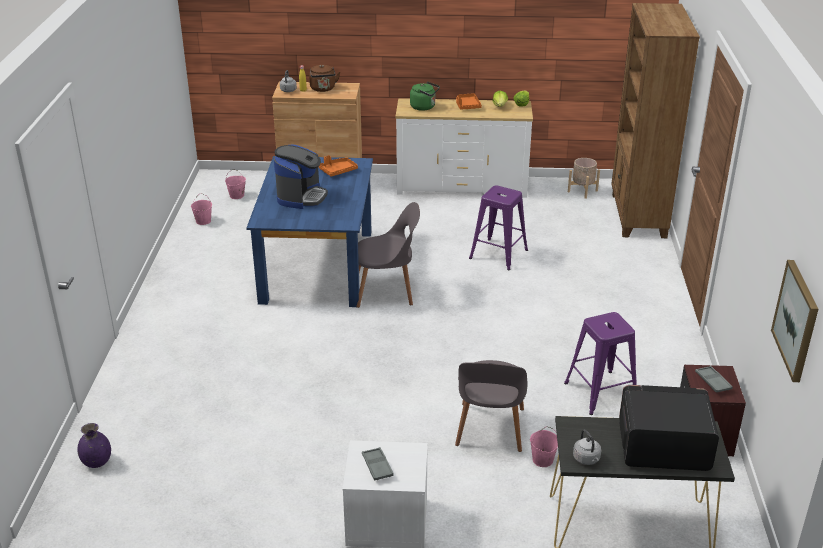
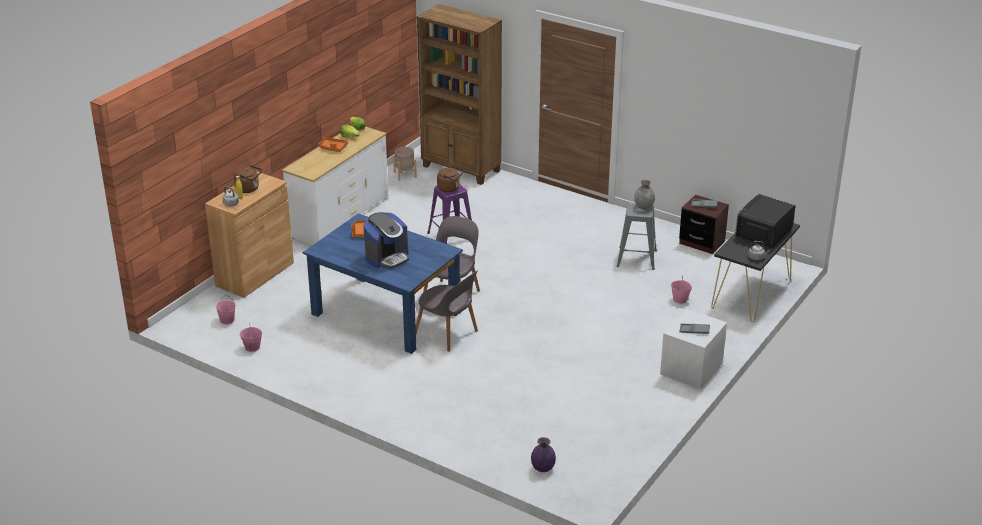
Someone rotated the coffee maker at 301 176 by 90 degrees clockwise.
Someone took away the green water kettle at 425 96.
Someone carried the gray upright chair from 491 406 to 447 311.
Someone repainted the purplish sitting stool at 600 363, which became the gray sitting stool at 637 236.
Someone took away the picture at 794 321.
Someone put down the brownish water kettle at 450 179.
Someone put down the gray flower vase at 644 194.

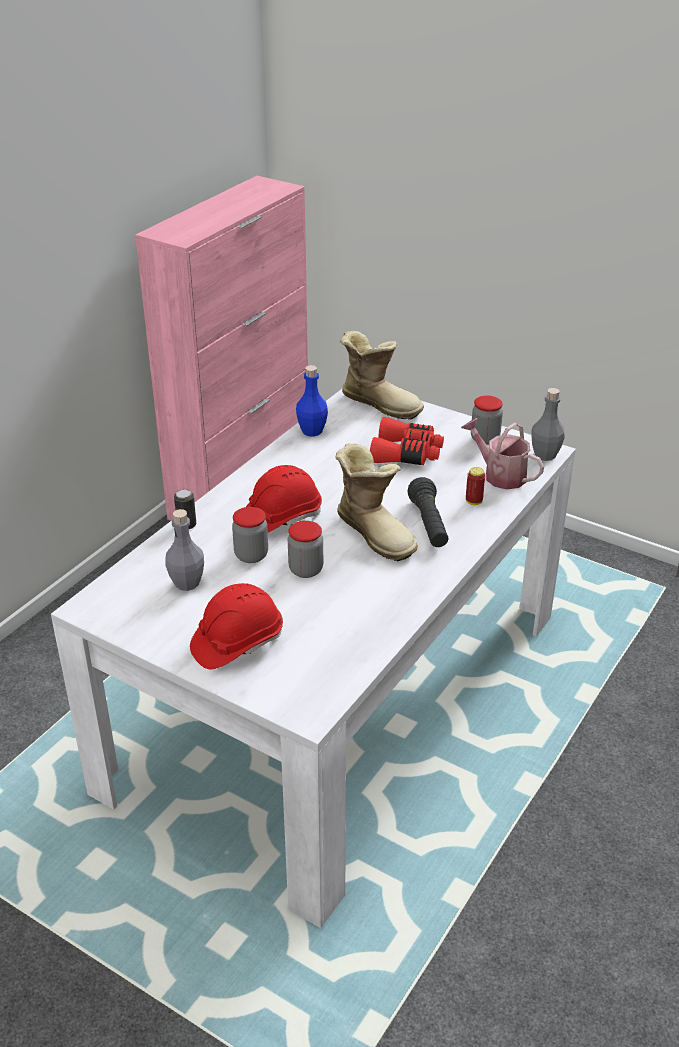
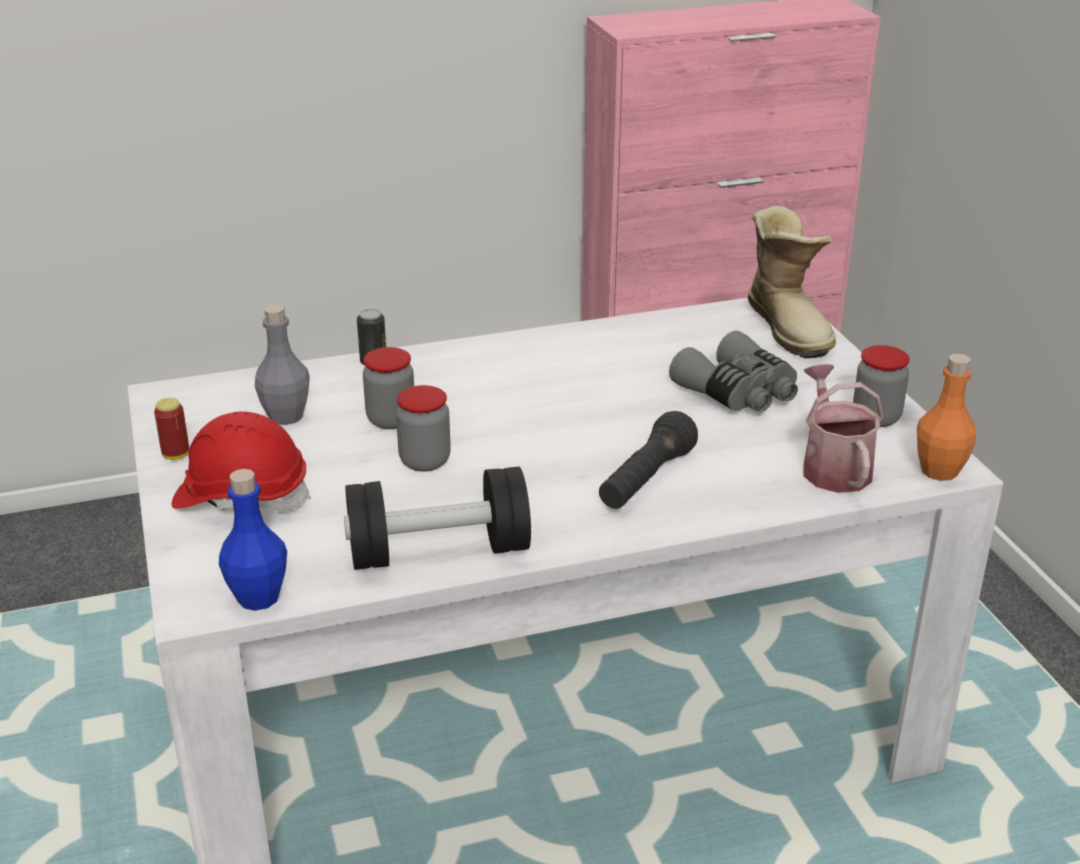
Someone took away the red work helmet at 284 498.
Someone carried the blue bottle from 312 401 to 253 540.
Someone took away the high-top boot at 376 502.
Someone repainted the red pair of binoculars at 407 441, which became the gray pair of binoculars at 733 371.
Someone carried the sealed can from 475 486 to 171 429.
Someone repainted the gray bottle at 548 424, which became the orangey bottle at 946 417.
Someone put down the black free weight at 437 518.

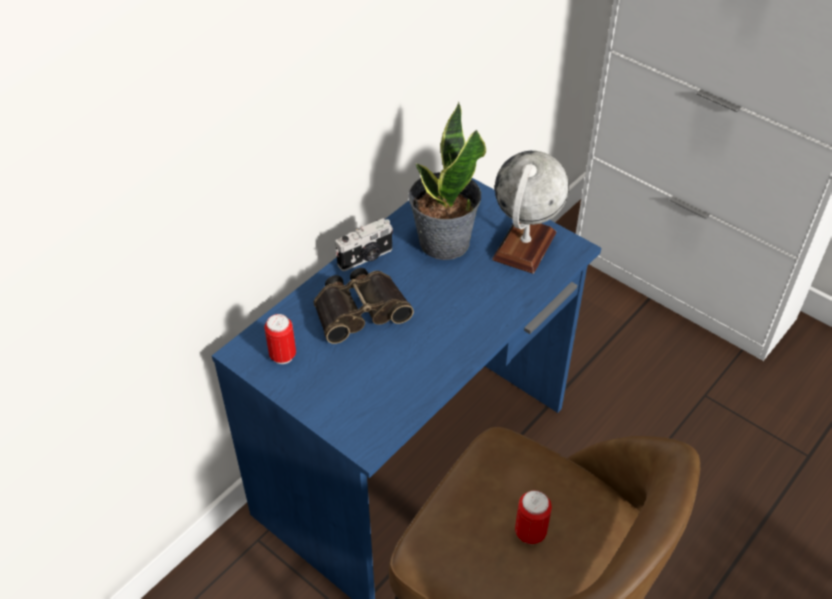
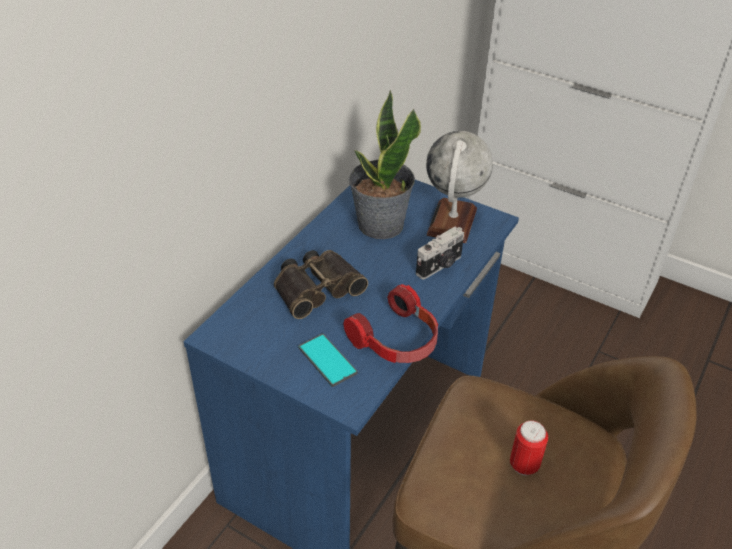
Someone took away the sealed can at 280 339.
Someone carried the still camera from 364 244 to 440 253.
Someone put down the telephone at 327 360.
Someone put down the headphones at 390 323.

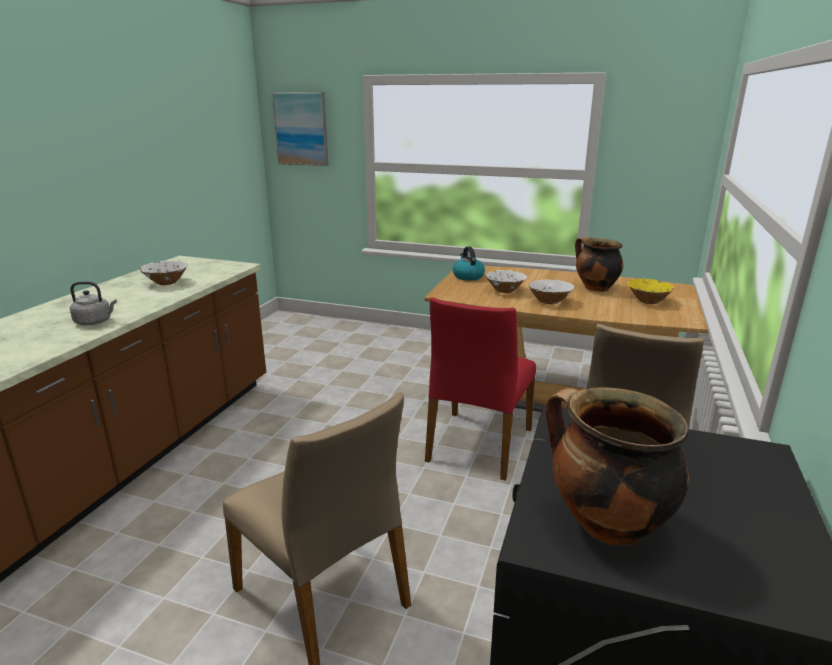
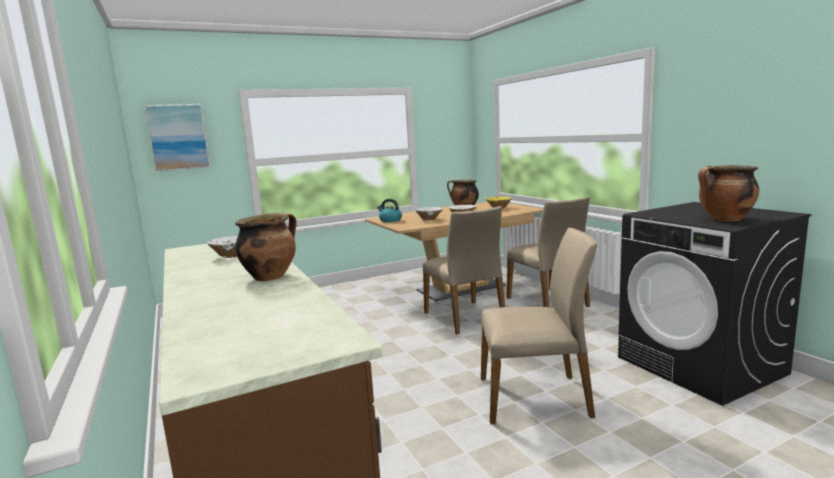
Someone swapped the gray water kettle at 93 303 for the stockpot at 266 246.
Someone repainted the red upright chair at 480 388, which became the sand-coloured upright chair at 464 270.

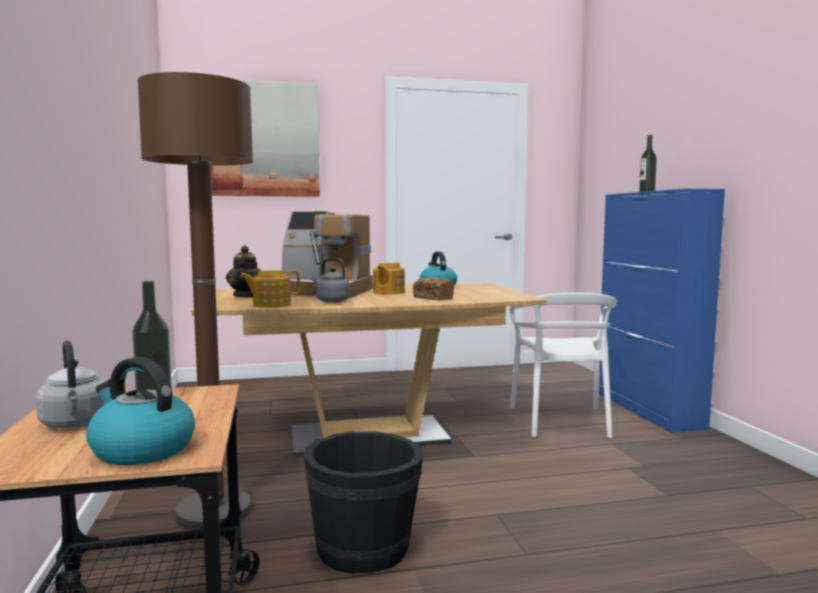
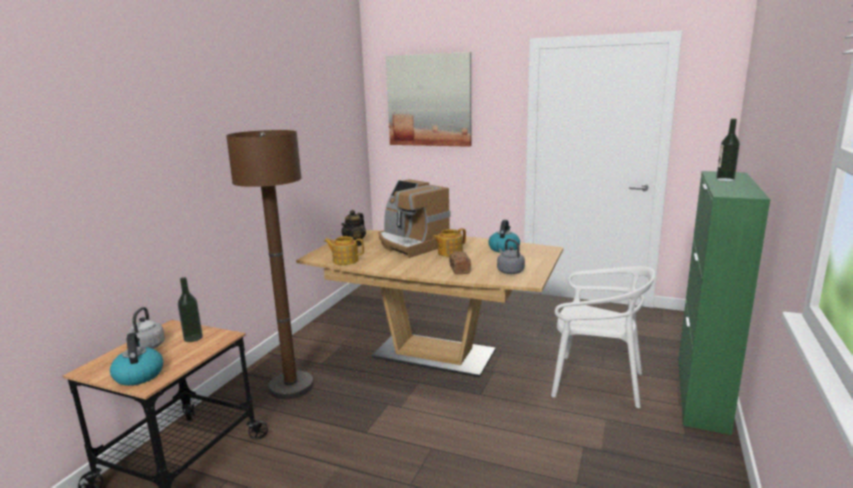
Someone took away the black pail at 363 502.
Someone carried the gray water kettle from 331 280 to 511 256.
Someone rotated the white-coloured upright chair at 563 365 by 105 degrees counterclockwise.
Someone repainted the blue cabinet at 662 311, which became the green cabinet at 724 303.

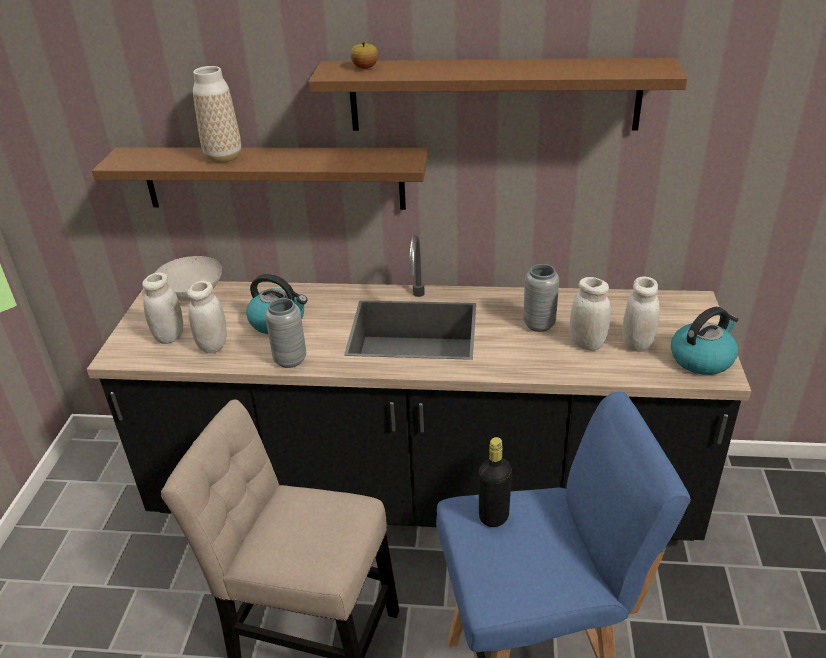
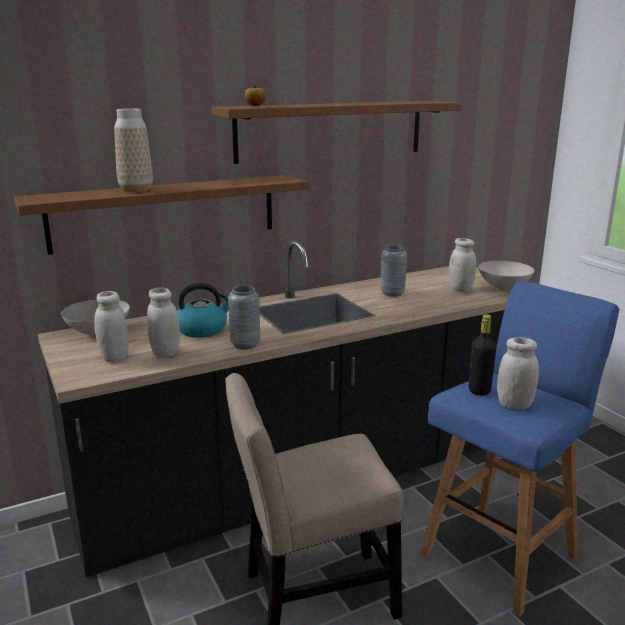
Someone carried the white-coloured jar from 590 314 to 518 373.
Someone swapped the water kettle at 705 341 for the white-coloured bowl at 506 275.

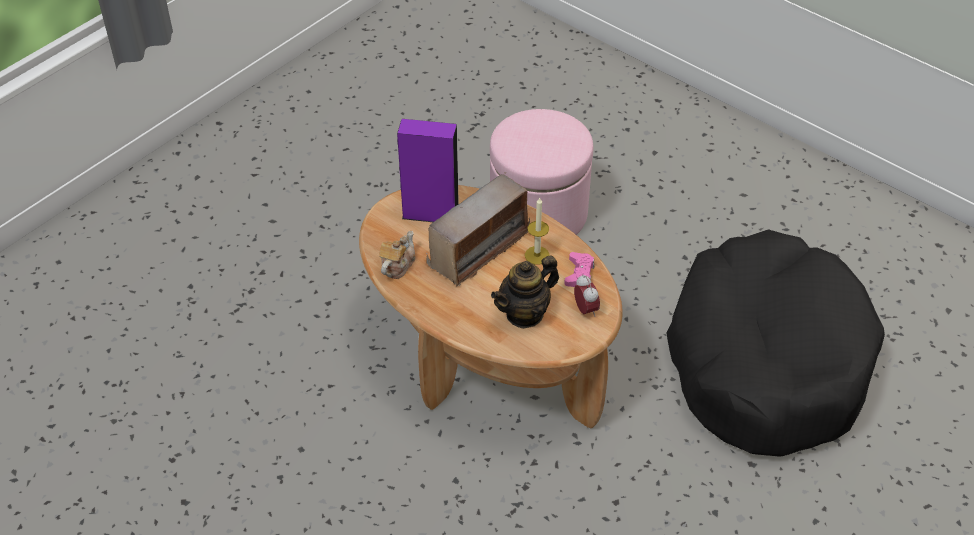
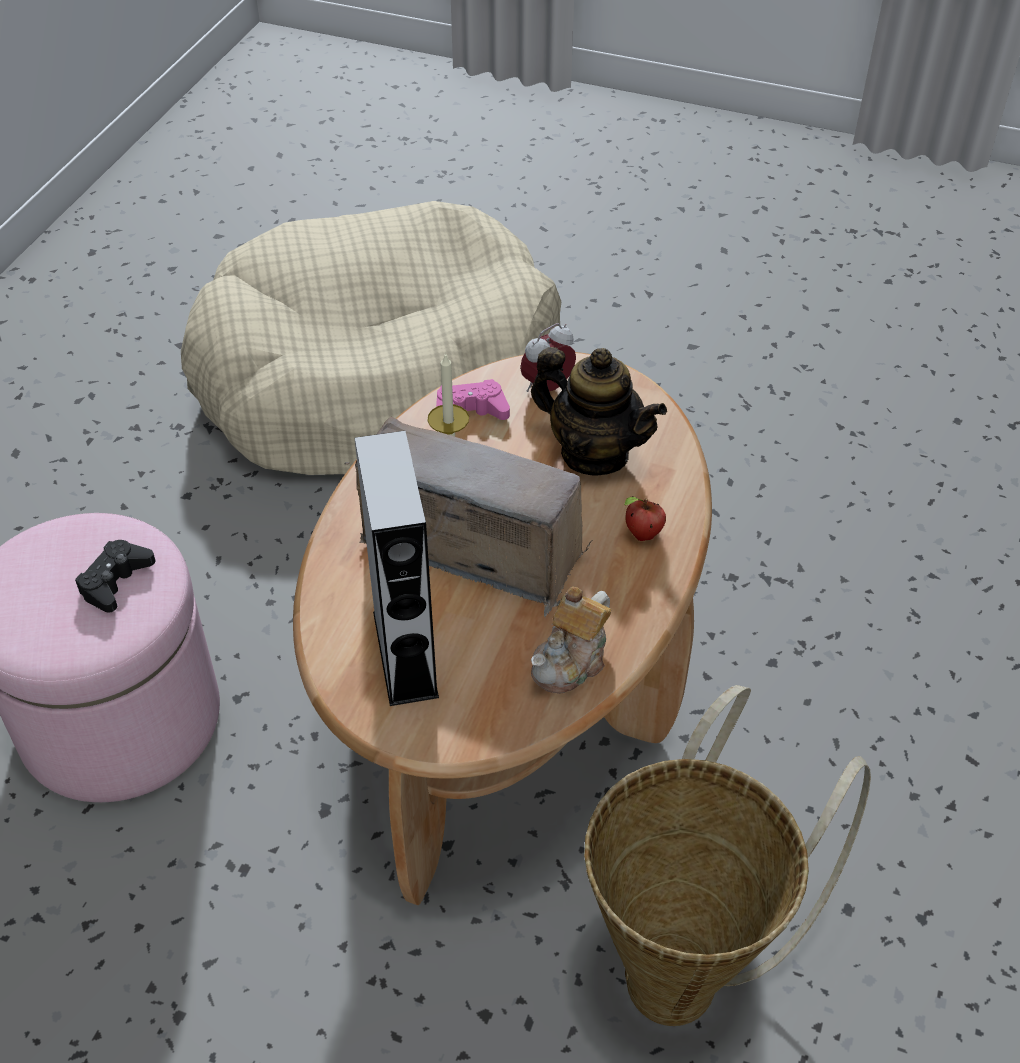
Someone rotated the pot for tea at 397 255 by 60 degrees counterclockwise.
Someone repainted the purplish speaker at 428 170, which became the gray speaker at 396 568.
Someone repainted the black pet bed at 775 343, which became the sand-coloured pet bed at 371 338.
Someone put down the black game controller at 115 576.
Someone put down the storage basket at 727 855.
Someone put down the whole apple at 645 518.

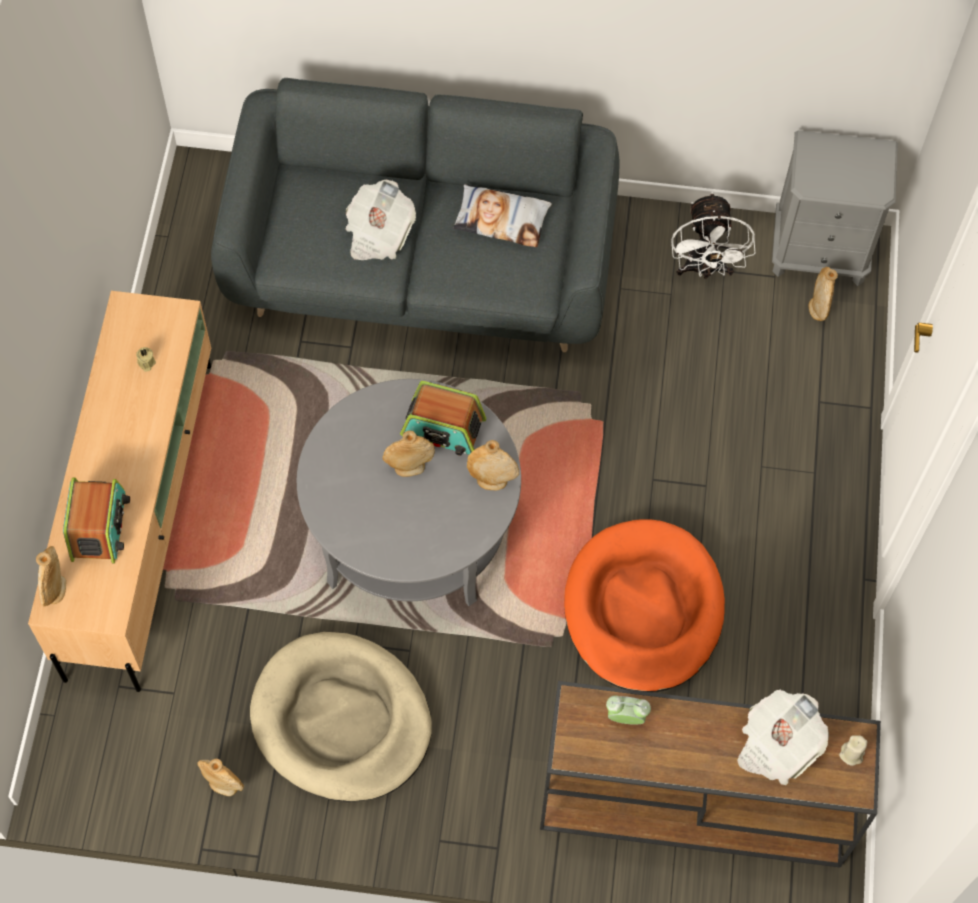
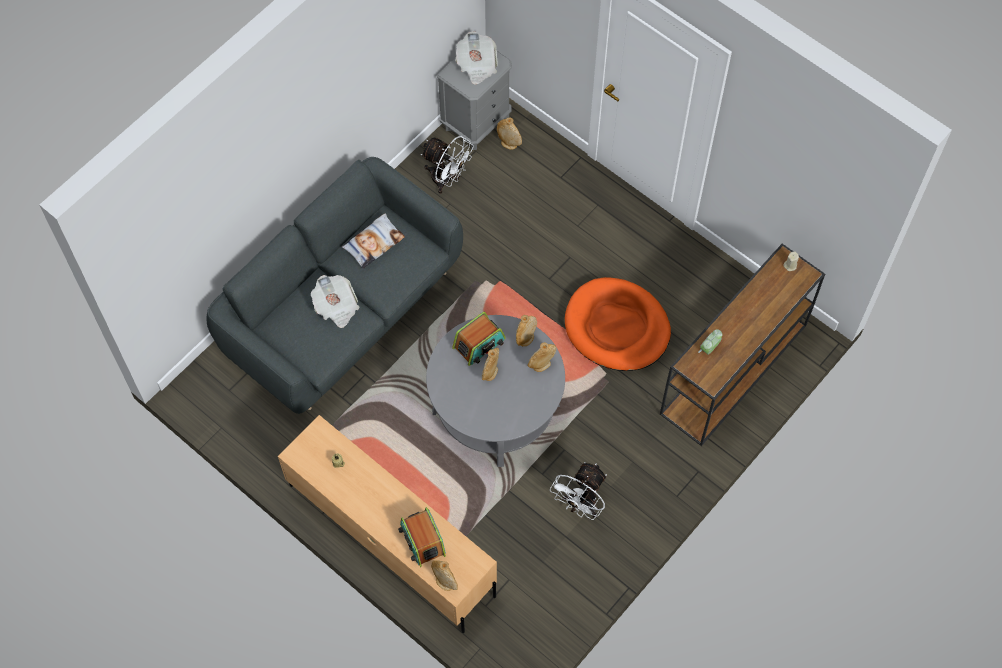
Someone rotated the radio at 96 520 by 150 degrees counterclockwise.
Someone carried the sand-coloured flower vase from 221 777 to 541 357.
Someone swapped the sand-coloured pet bed at 341 717 for the white-coloured fan at 578 491.
Someone carried the daily paper from 783 737 to 477 58.

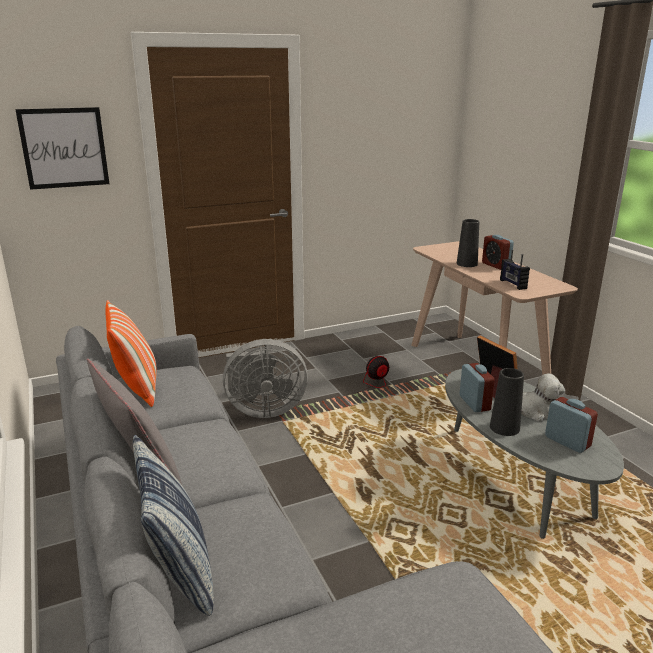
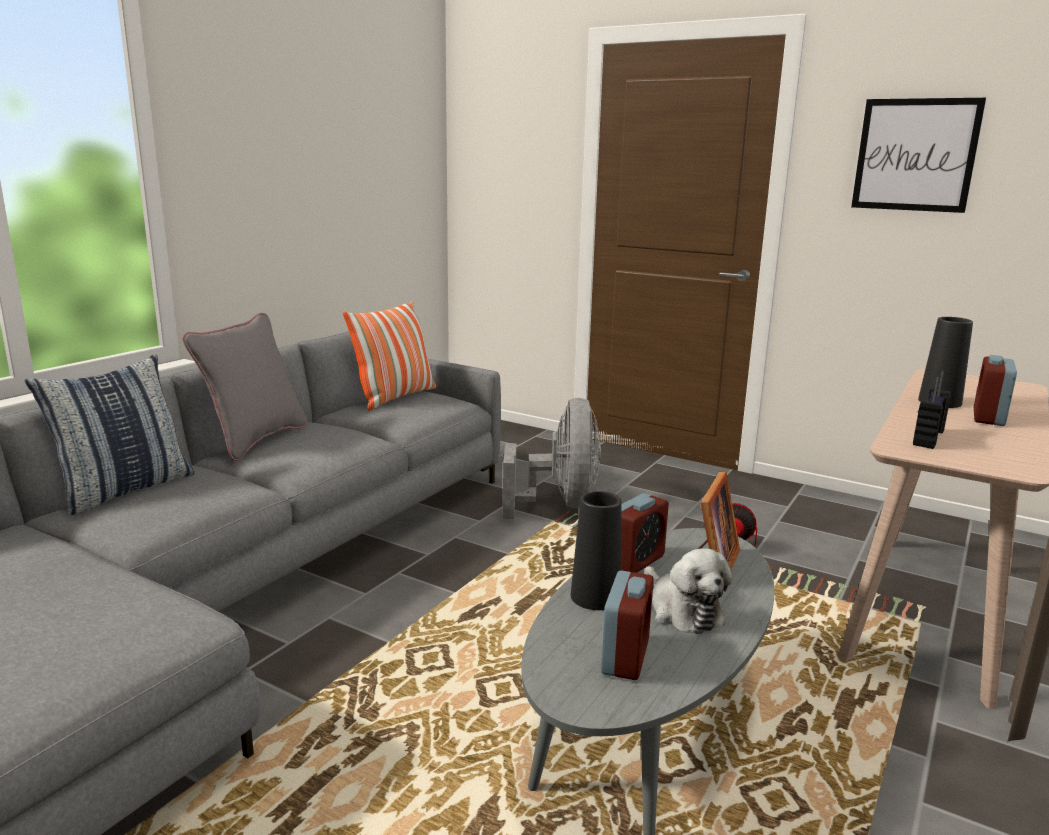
Someone carried the picture from 62 148 to 918 155.
Someone rotated the gray fan at 265 378 by 135 degrees counterclockwise.

